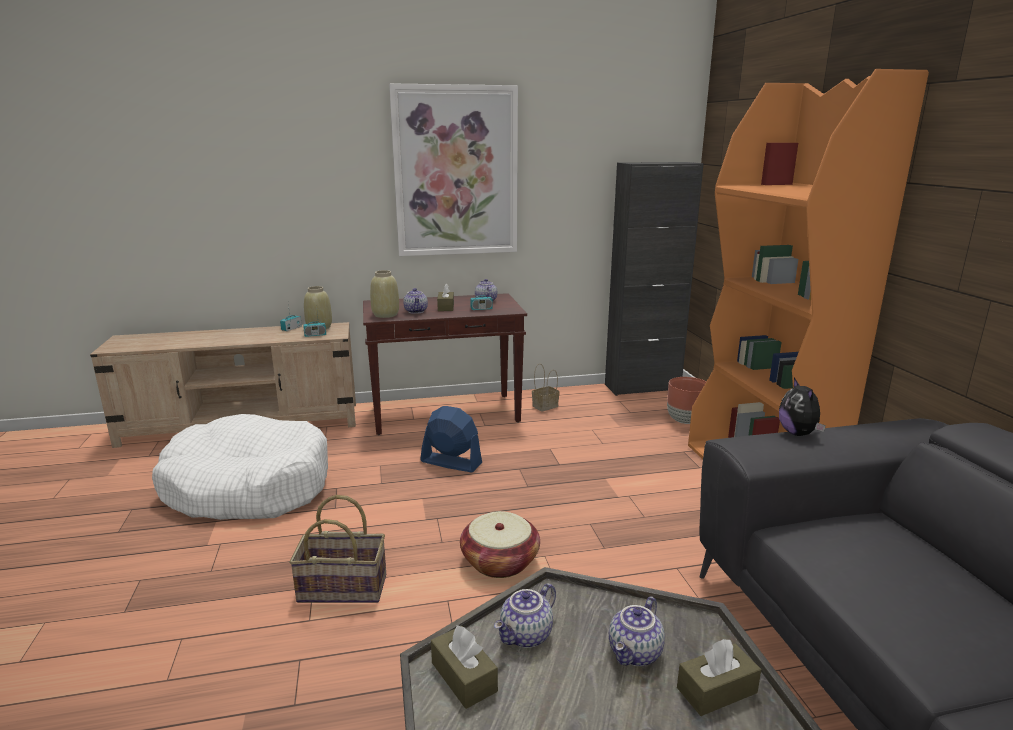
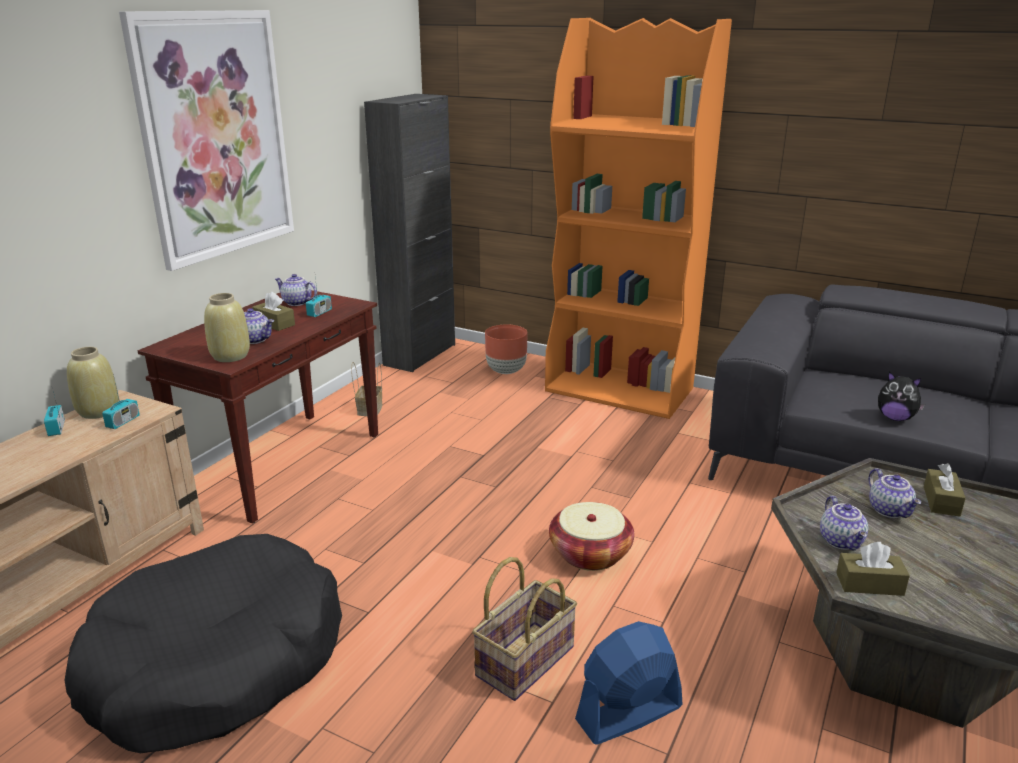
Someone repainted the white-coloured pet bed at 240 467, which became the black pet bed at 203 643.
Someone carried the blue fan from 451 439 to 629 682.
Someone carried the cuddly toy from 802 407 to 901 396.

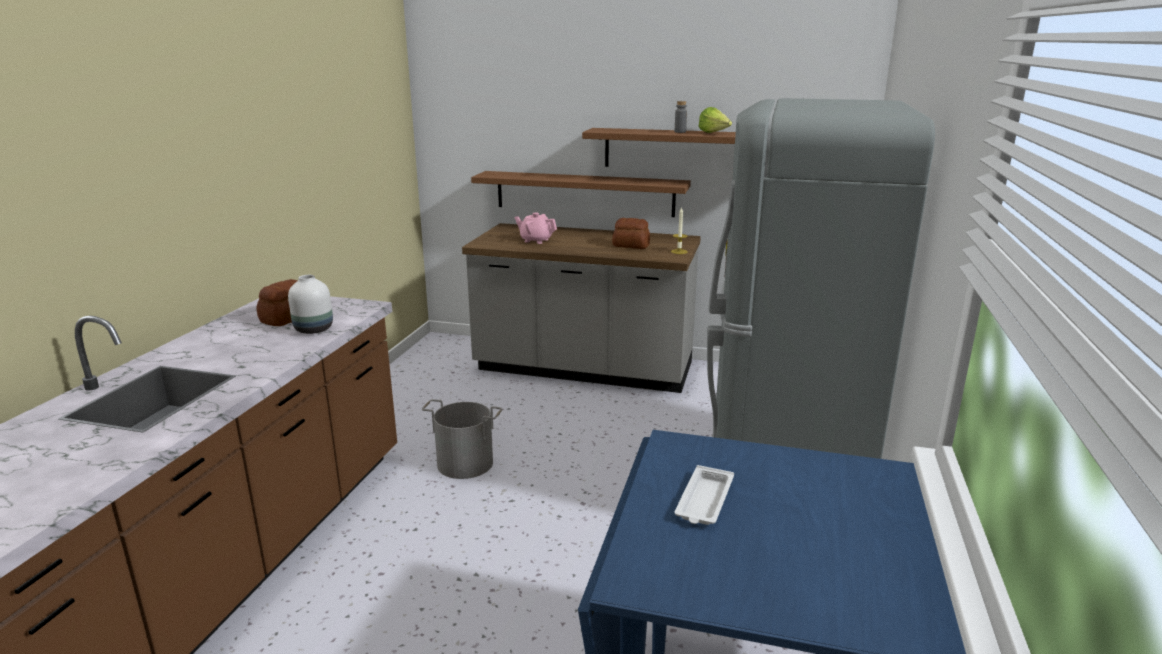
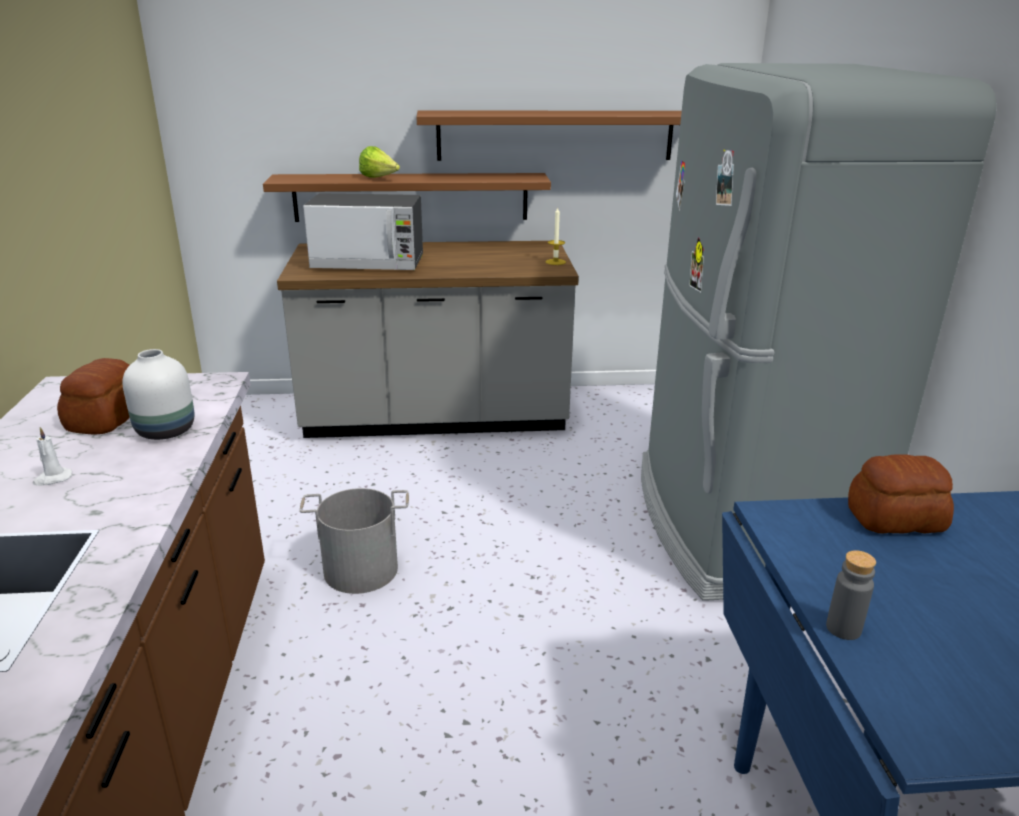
Someone swapped the pinkish pot for tea at 535 228 for the microwave oven at 363 231.
Someone carried the bakery bread from 631 233 to 901 494.
Someone took away the white-coloured carrying tray at 704 495.
Someone carried the gray bottle from 681 117 to 851 595.
Someone carried the lettuce head from 715 120 to 379 162.
Someone put down the white-coloured wax light at 52 456.

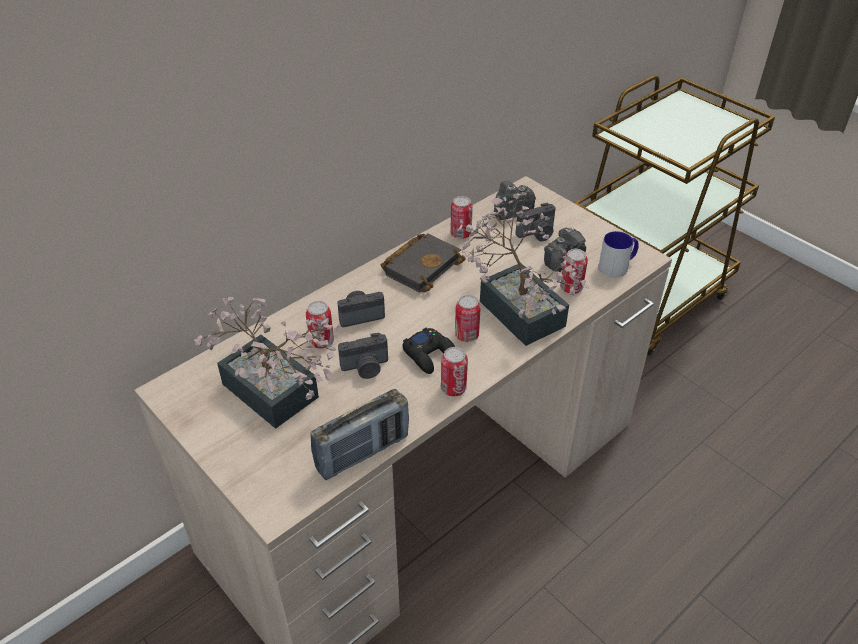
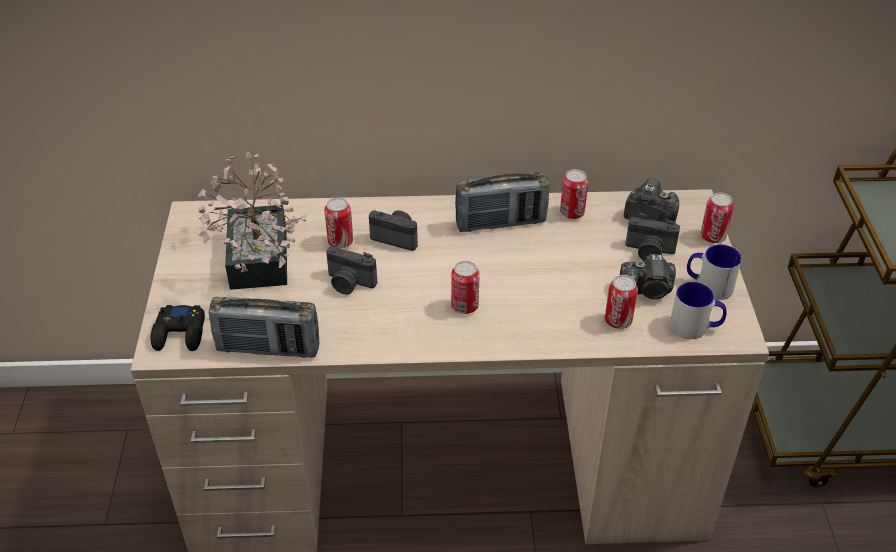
Someone swapped the black volume at 423 263 for the radio at 502 202.
Someone carried the black game controller from 428 350 to 178 328.
Someone carried the sealed can from 454 371 to 717 218.
Someone took away the plant in a pot at 524 269.
Someone put down the coffee mug at 714 272.

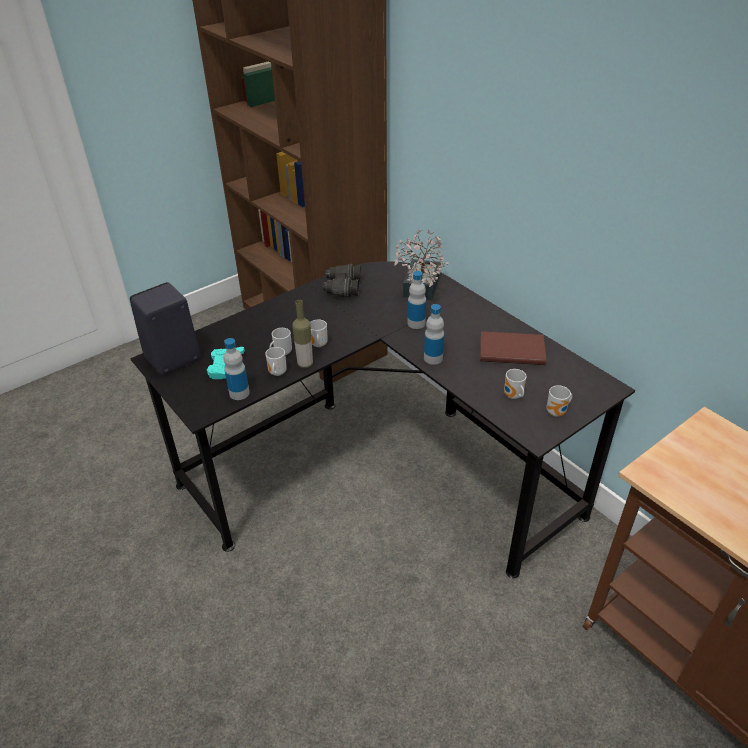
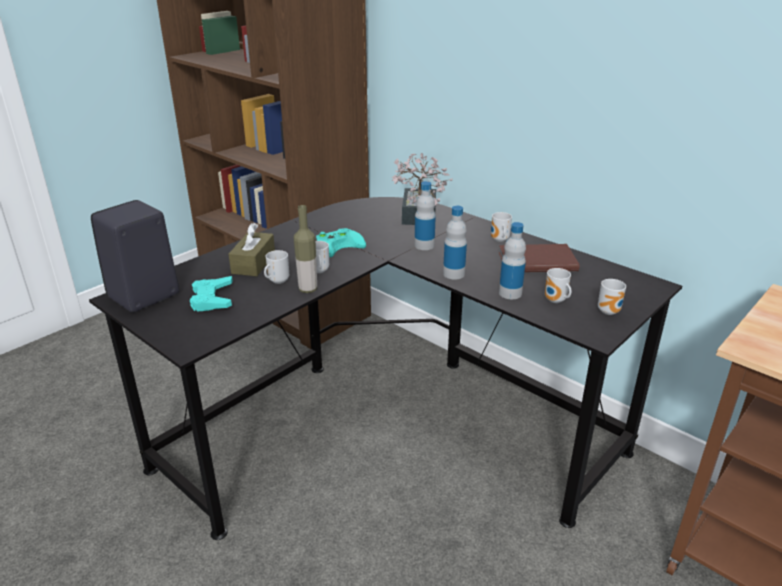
Someone carried the bottle from 236 369 to 512 260.
Someone carried the coffee mug from 276 361 to 501 227.
Someone took away the black pair of binoculars at 342 281.
Someone put down the brownish tissue box at 251 249.
Someone put down the turquoise game controller at 341 242.

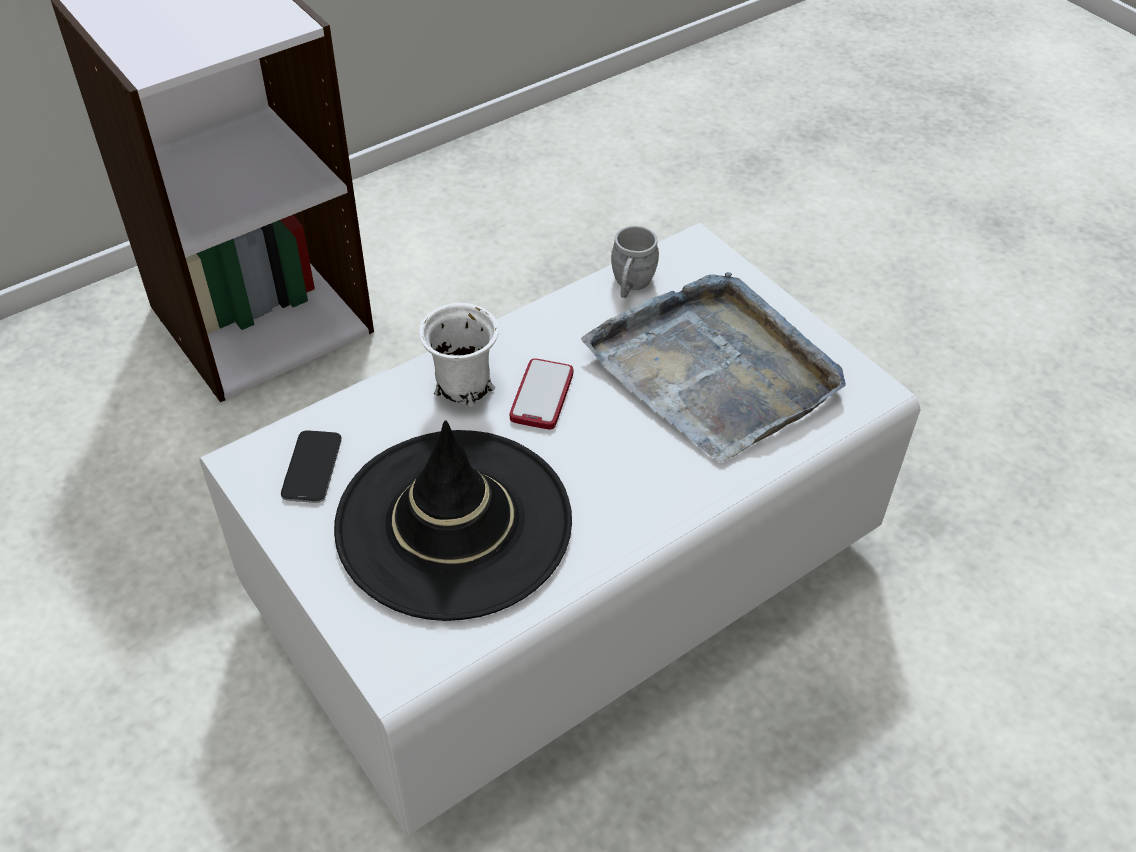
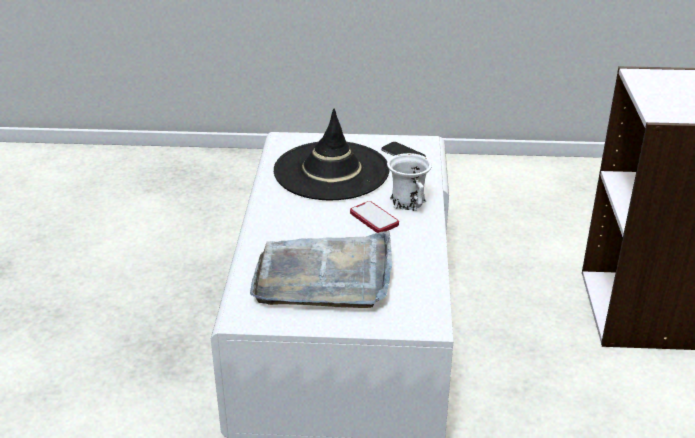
Someone took away the gray coffee mug at 635 262.

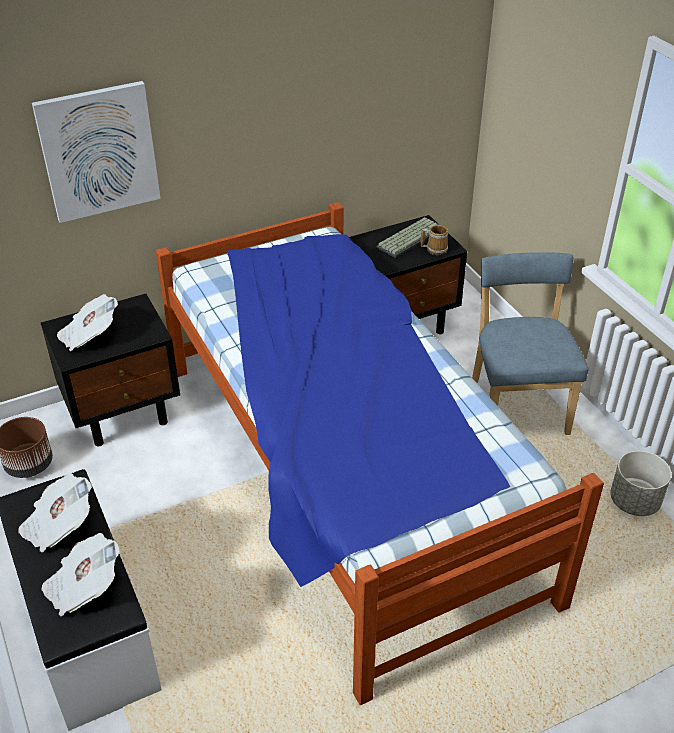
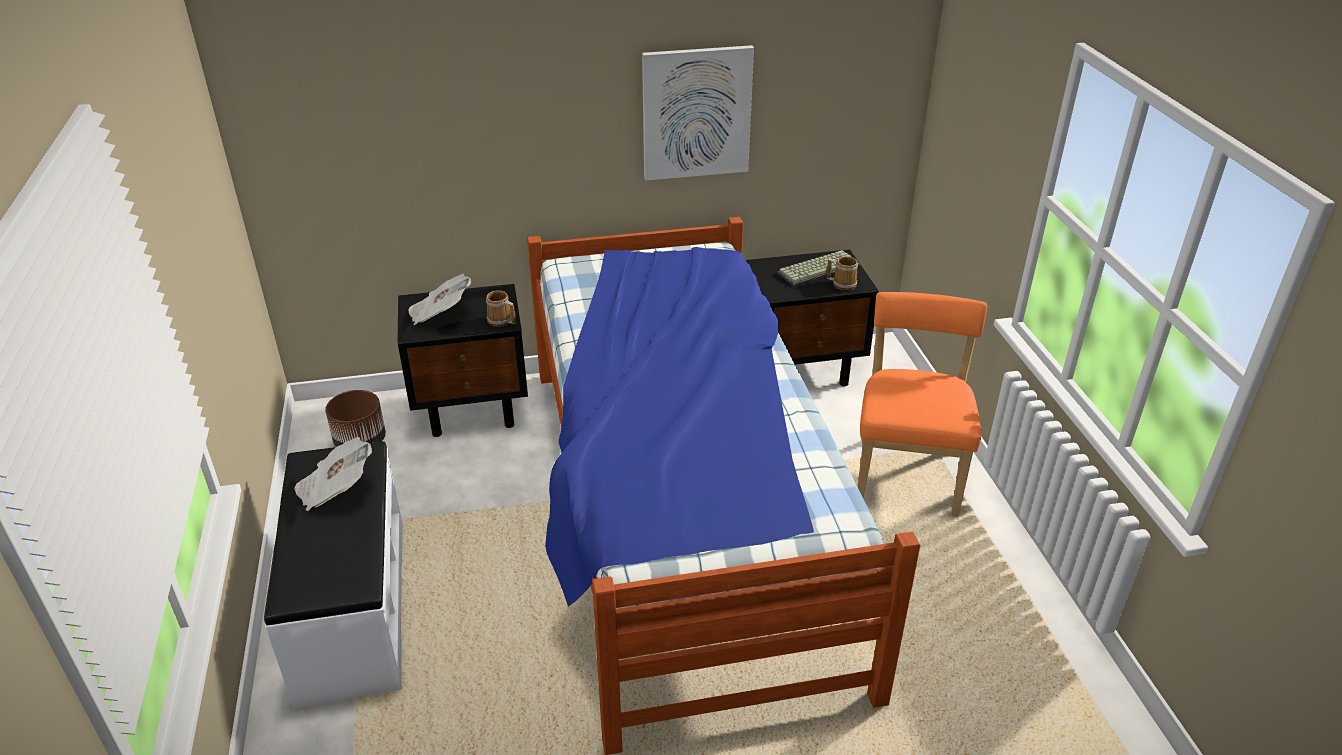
Someone carried the picture from 96 152 to 698 112.
Someone took away the daily paper at 80 574.
Someone repainted the blue upright chair at 530 343, which became the orangey upright chair at 922 404.
Someone took away the gray plant pot at 640 483.
Someone put down the coffee mug at 501 308.

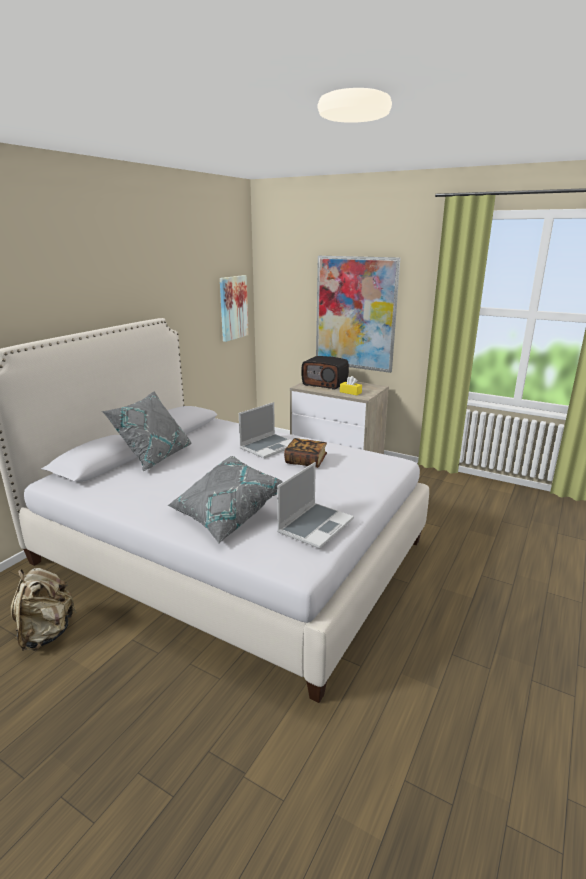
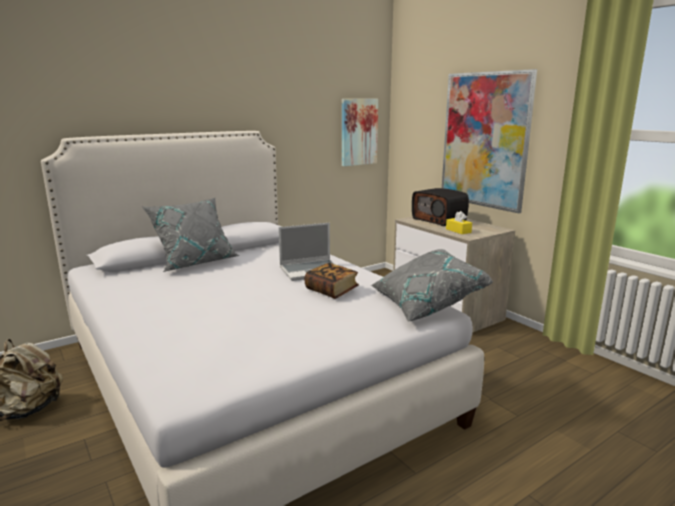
Someone carried the gray throw pillow from 225 499 to 432 285.
Someone took away the portable computer at 315 505.

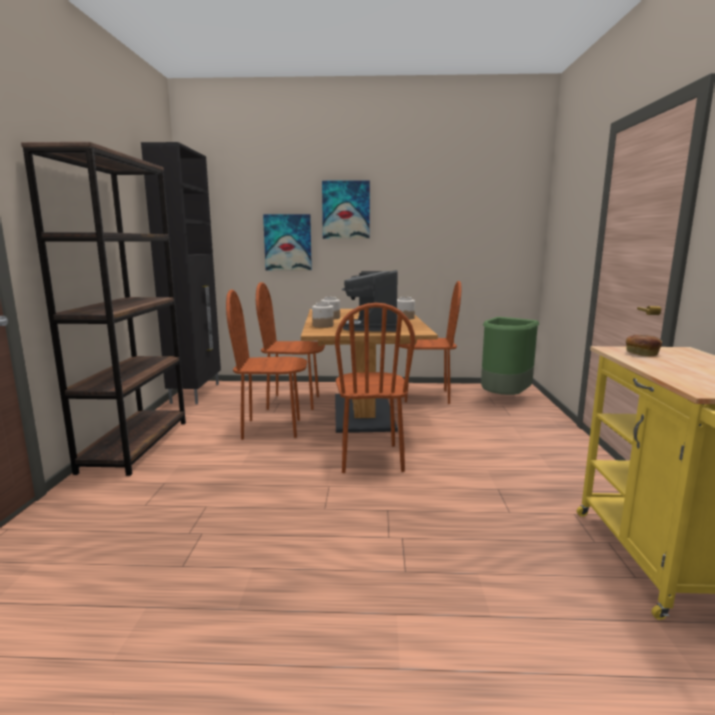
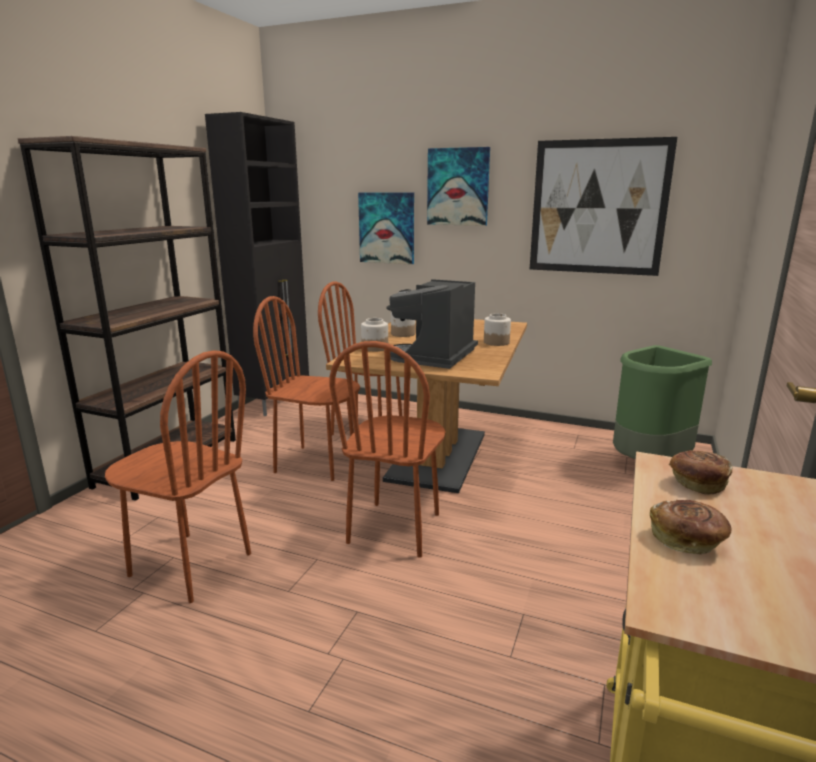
Someone carried the brownish upright chair from 430 342 to 178 476.
Someone put up the picture at 603 206.
Someone put down the bakery bread at 690 527.

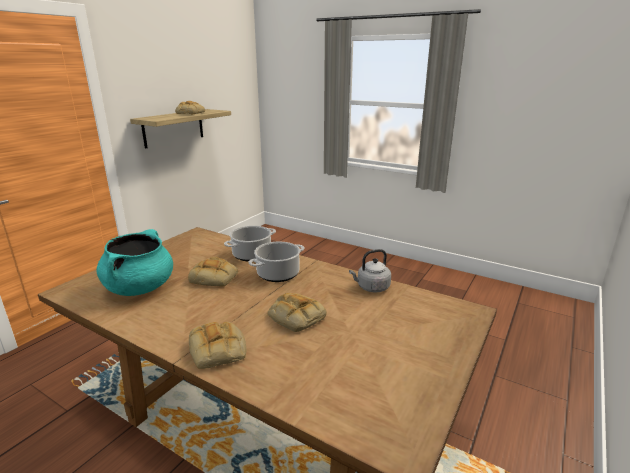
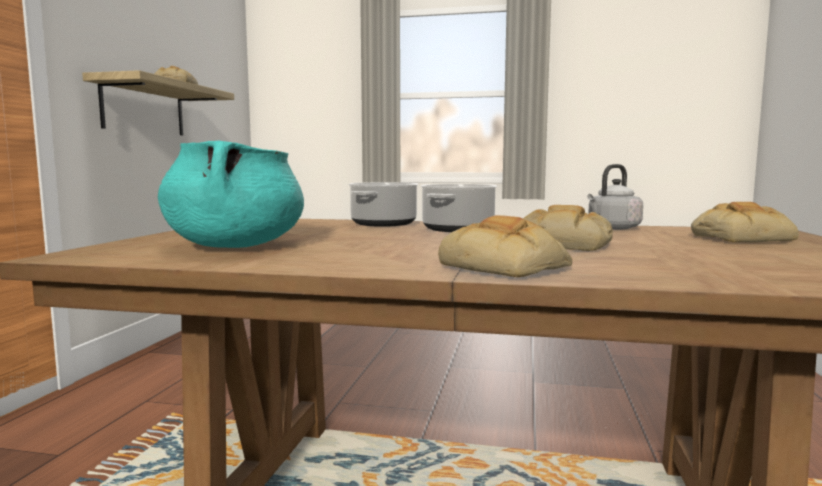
Someone carried the bakery bread from 213 272 to 745 222.

